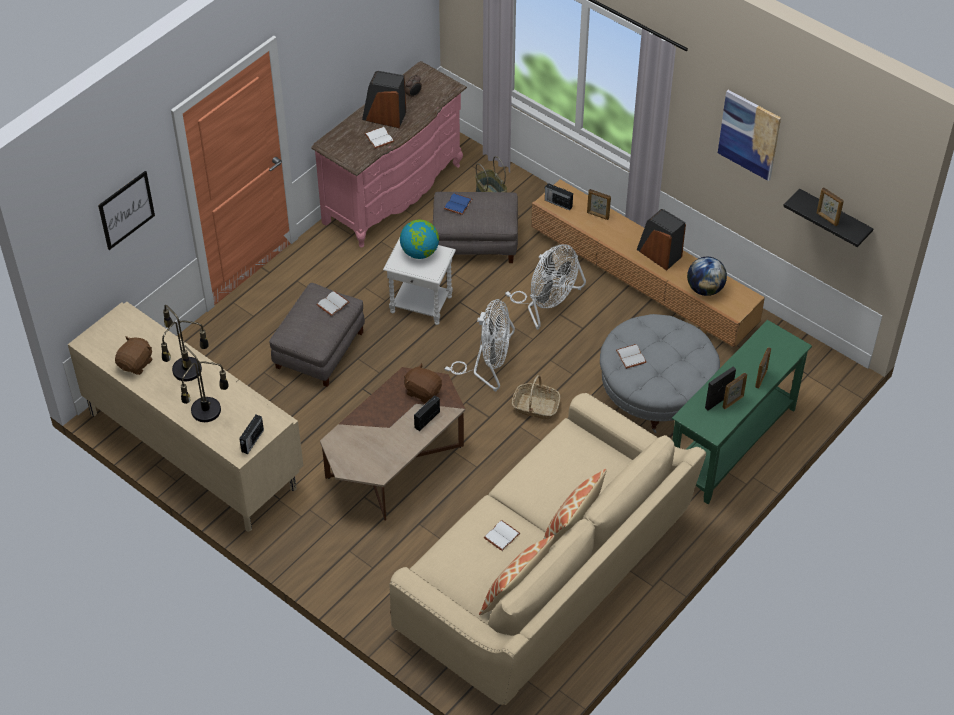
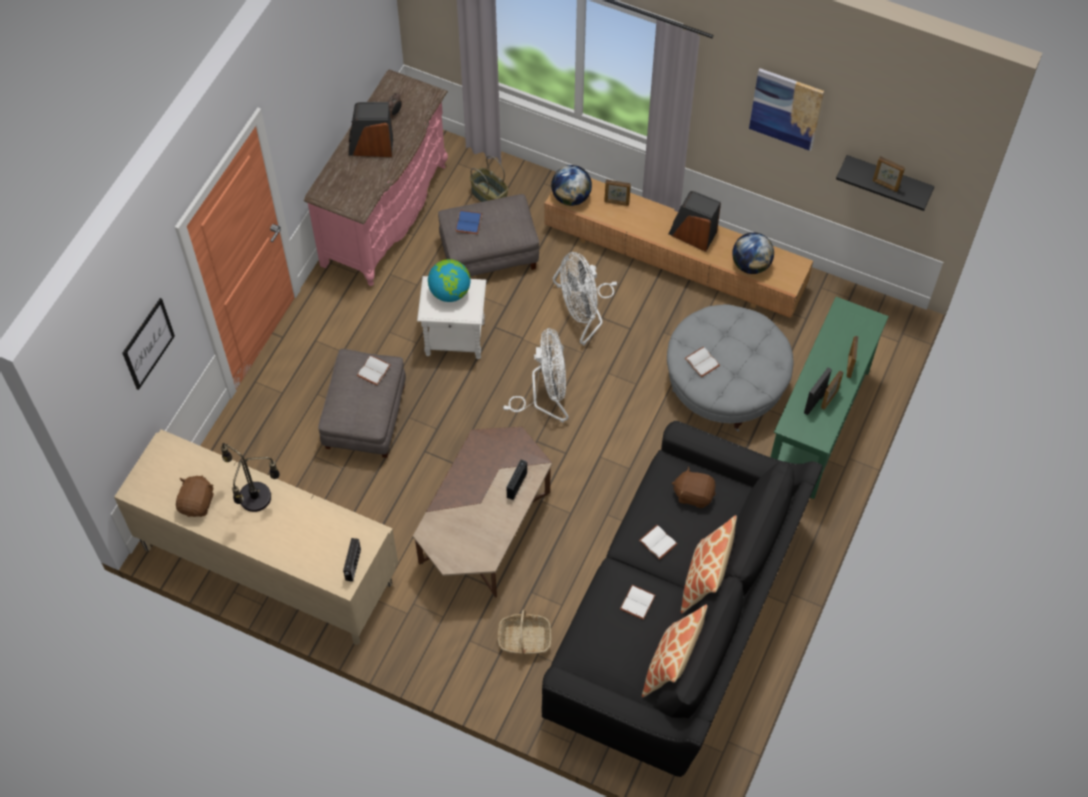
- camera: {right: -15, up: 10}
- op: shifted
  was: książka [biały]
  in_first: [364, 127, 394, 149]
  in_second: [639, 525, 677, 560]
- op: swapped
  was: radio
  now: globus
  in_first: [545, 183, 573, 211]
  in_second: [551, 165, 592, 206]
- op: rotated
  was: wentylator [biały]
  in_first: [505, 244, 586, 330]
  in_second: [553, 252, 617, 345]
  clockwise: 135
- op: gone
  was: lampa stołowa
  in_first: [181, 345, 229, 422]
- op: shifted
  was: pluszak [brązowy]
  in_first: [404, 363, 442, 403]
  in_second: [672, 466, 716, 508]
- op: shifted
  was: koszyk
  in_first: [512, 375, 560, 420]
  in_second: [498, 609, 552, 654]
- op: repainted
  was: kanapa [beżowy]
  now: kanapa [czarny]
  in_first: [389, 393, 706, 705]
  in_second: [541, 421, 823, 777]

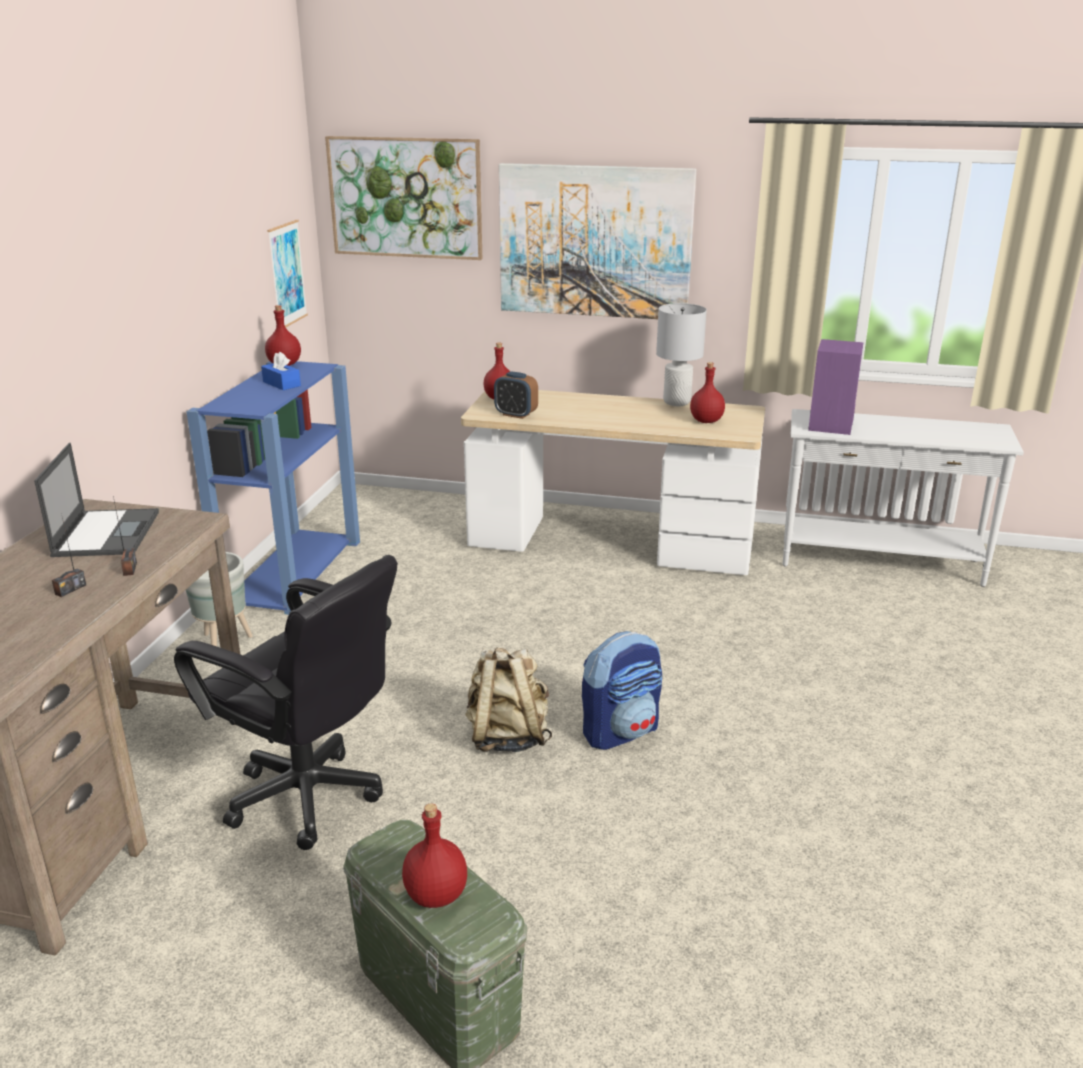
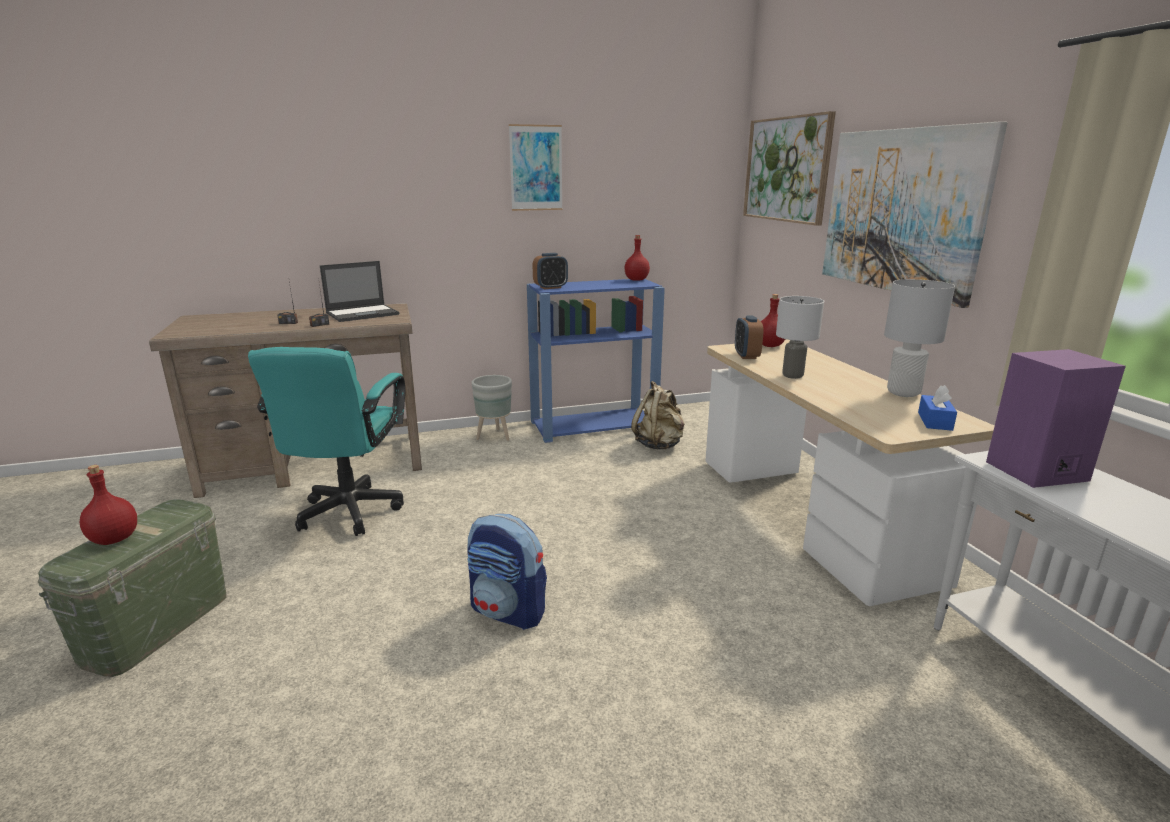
- camera: {right: 60, up: -5}
- op: shifted
  was: obraz
  in_first: [267, 220, 308, 327]
  in_second: [509, 124, 563, 211]
- op: shifted
  was: pudełko chusteczek [niebieski]
  in_first: [261, 352, 301, 390]
  in_second: [918, 385, 957, 431]
- op: gone
  was: butelka [czerwony]
  in_first: [690, 362, 725, 423]
- op: repainted
  was: krzesło biurowe [czarny]
  now: krzesło biurowe [turkusowy]
  in_first: [174, 555, 398, 850]
  in_second: [248, 347, 405, 536]
- op: shifted
  was: plecak [beżowy]
  in_first: [465, 647, 552, 752]
  in_second: [631, 381, 684, 449]
- op: new
  now: budzik
  in_second: [533, 253, 568, 289]
- op: new
  now: lampa stołowa [biały]
  in_second: [776, 296, 824, 379]

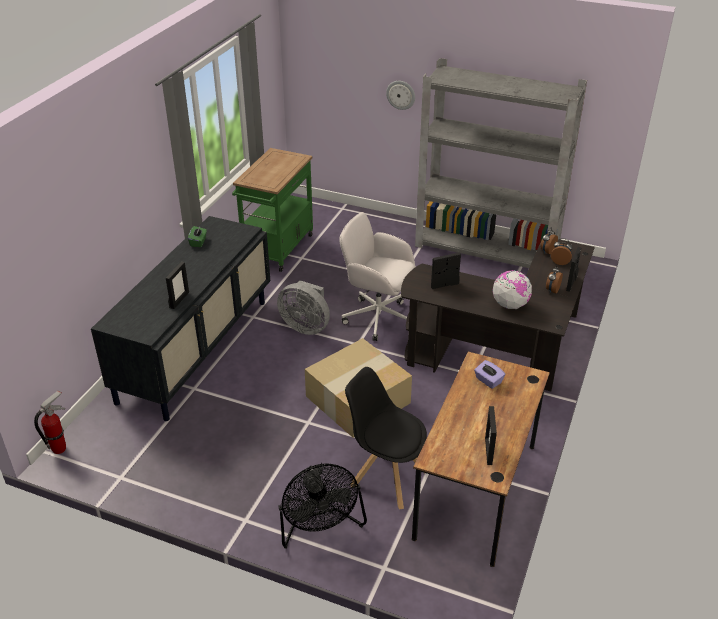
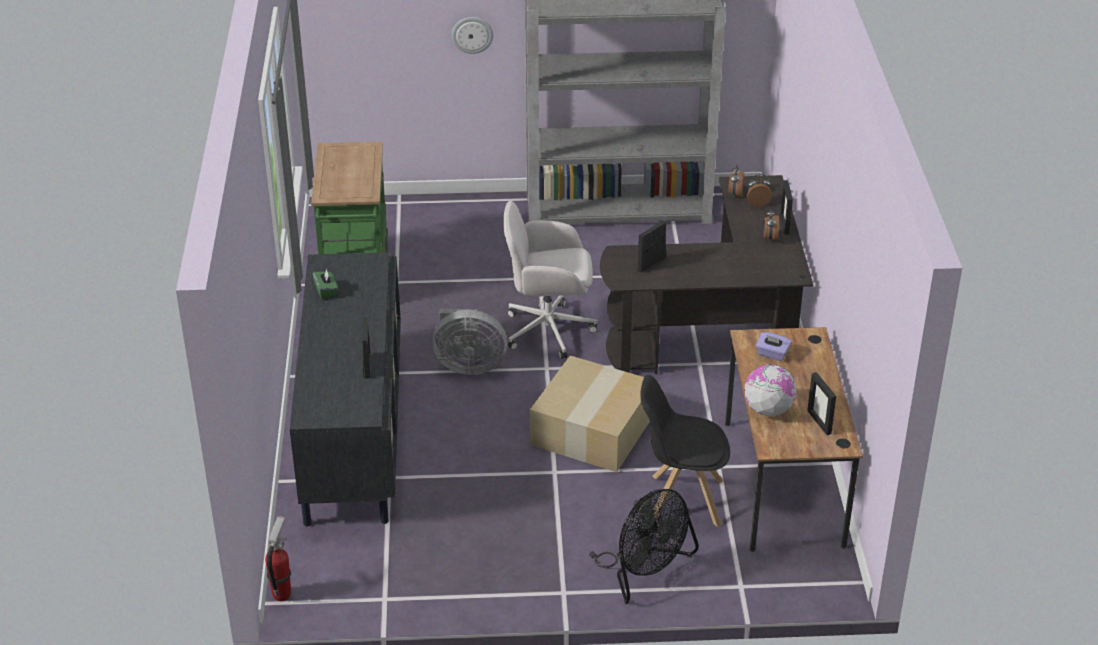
- camera: {right: -25, up: 0}
- op: shifted
  was: globus
  in_first: [493, 270, 532, 309]
  in_second: [744, 364, 797, 416]

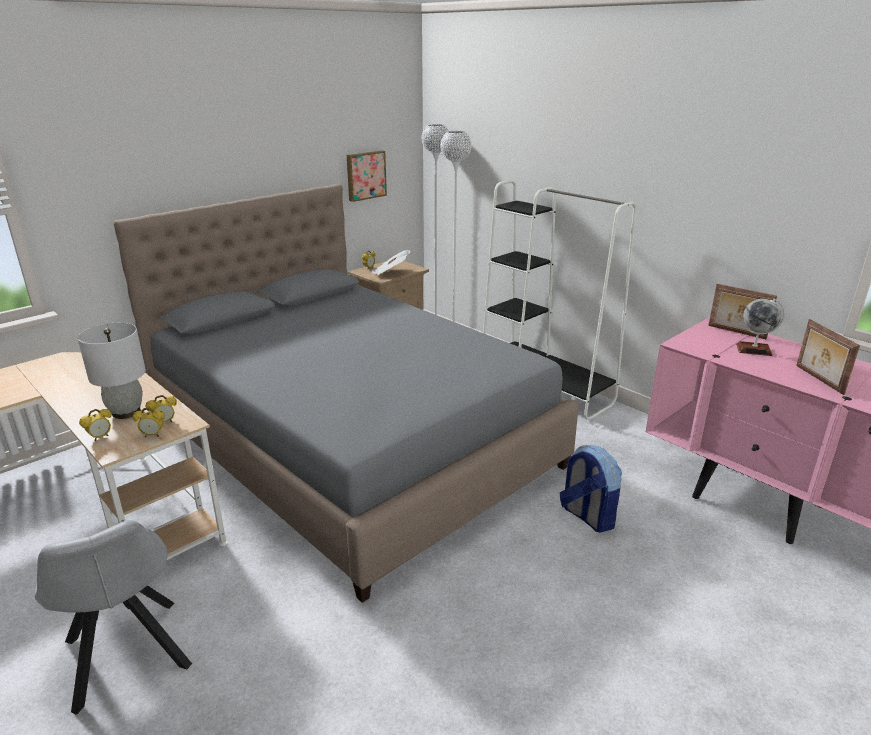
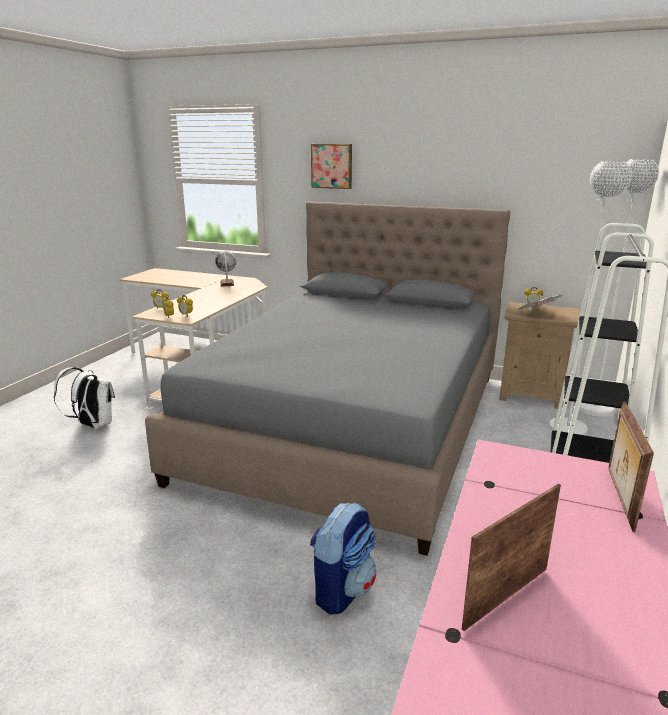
- camera: {right: 65, up: -5}
- op: shifted
  was: obraz
  in_first: [347, 151, 387, 202]
  in_second: [311, 144, 352, 189]
- op: shifted
  was: globus
  in_first: [736, 298, 785, 356]
  in_second: [215, 250, 236, 286]
- op: gone
  was: lampa stołowa [biały]
  in_first: [78, 323, 146, 419]
- op: swapped
  was: krzesło [szary]
  now: plecak [biały]
  in_first: [34, 520, 192, 715]
  in_second: [54, 367, 115, 429]

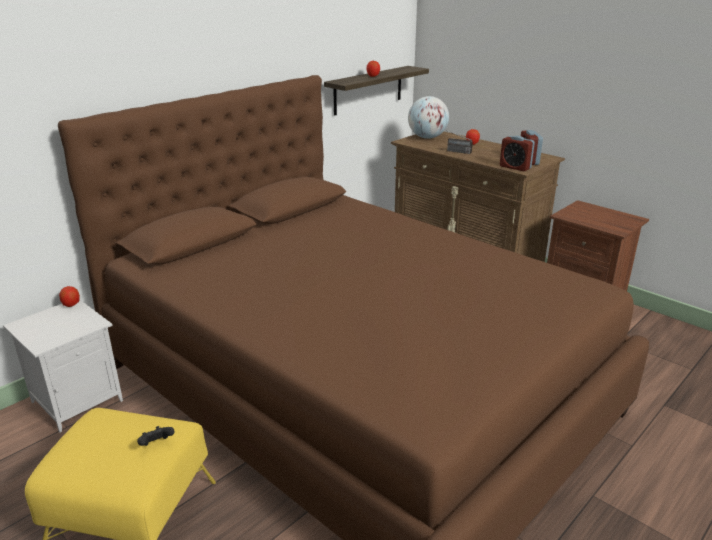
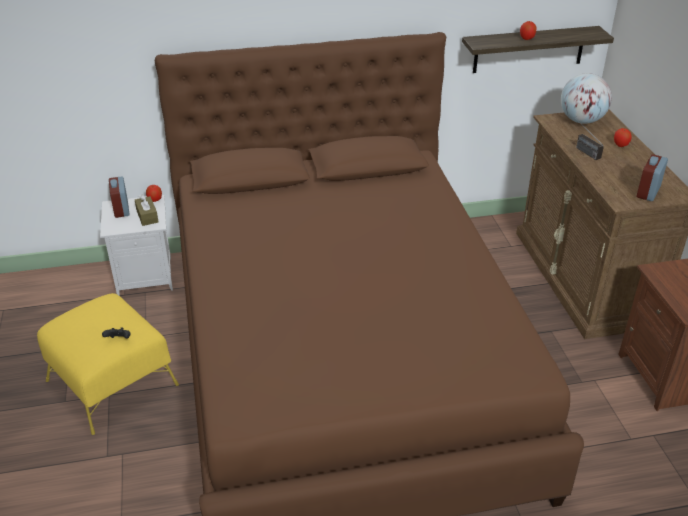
- camera: {right: 35, up: 10}
- op: shifted
  was: budzik
  in_first: [500, 136, 535, 171]
  in_second: [109, 176, 130, 218]
- op: new
  now: pudełko chusteczek [brązowy]
  in_second: [135, 195, 159, 226]

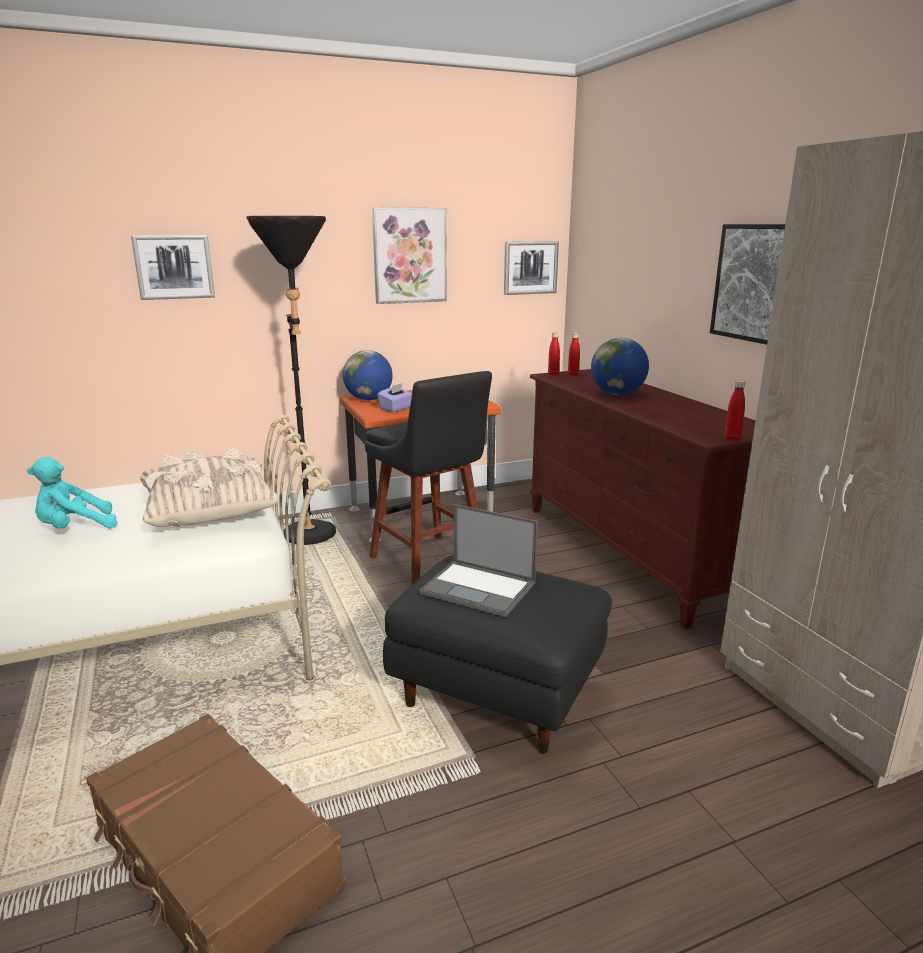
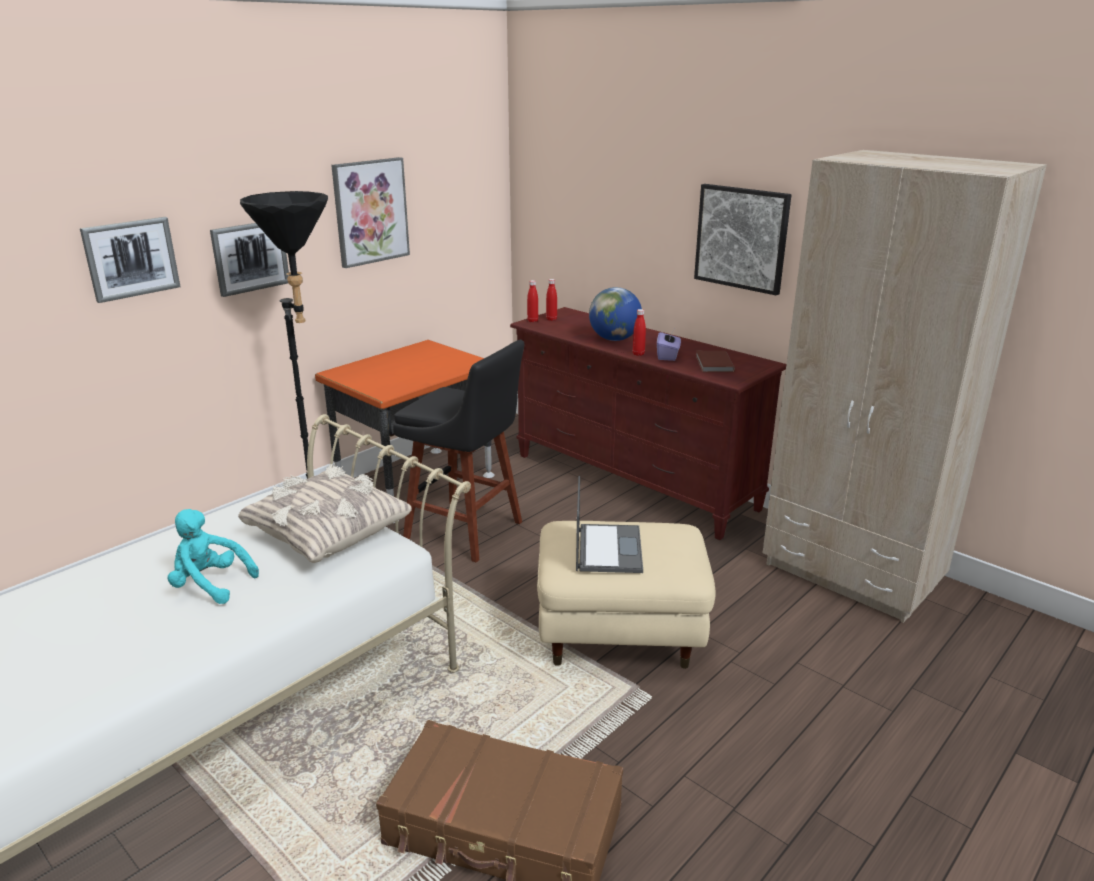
- camera: {right: -25, up: 5}
- op: shifted
  was: obraz
  in_first: [504, 241, 559, 295]
  in_second: [210, 223, 289, 297]
- op: gone
  was: globus
  in_first: [343, 350, 393, 400]
- op: shifted
  was: butelka [czerwony]
  in_first: [724, 381, 745, 441]
  in_second: [633, 309, 646, 356]
- op: shifted
  was: pudełko chusteczek [fioletowy]
  in_first: [377, 383, 412, 412]
  in_second: [657, 329, 681, 361]
- op: rotated
  was: pluszak [turkusowy]
  in_first: [26, 457, 117, 529]
  in_second: [168, 509, 259, 604]
  clockwise: 75
- op: rotated
  was: laptop
  in_first: [419, 504, 538, 617]
  in_second: [576, 476, 643, 573]
  clockwise: -90
- op: repainted
  was: pufa [czarny]
  now: pufa [beżowy]
  in_first: [383, 555, 612, 754]
  in_second: [537, 521, 716, 669]
- op: new
  now: książka [brązowy]
  in_second: [696, 351, 735, 372]

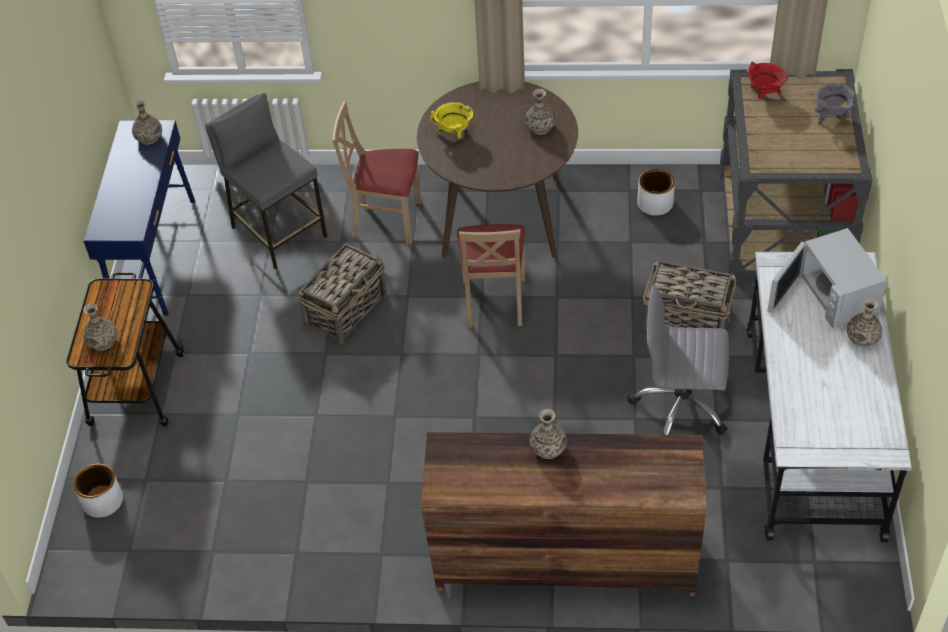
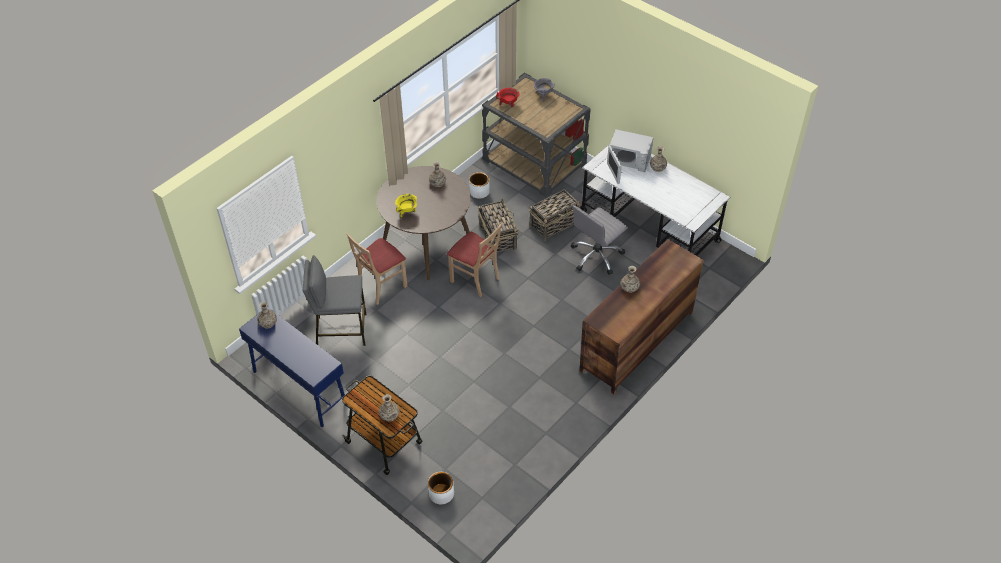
- camera: {right: -55, up: 0}
- op: shifted
  was: koszyk
  in_first: [297, 243, 387, 344]
  in_second: [478, 198, 519, 253]

